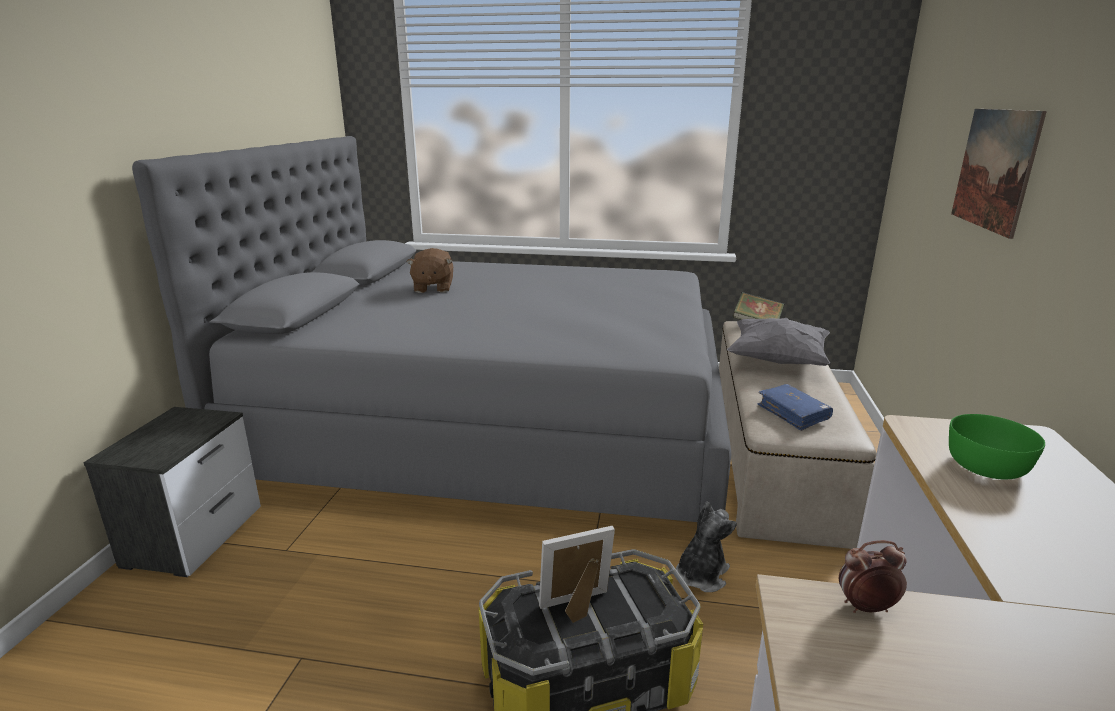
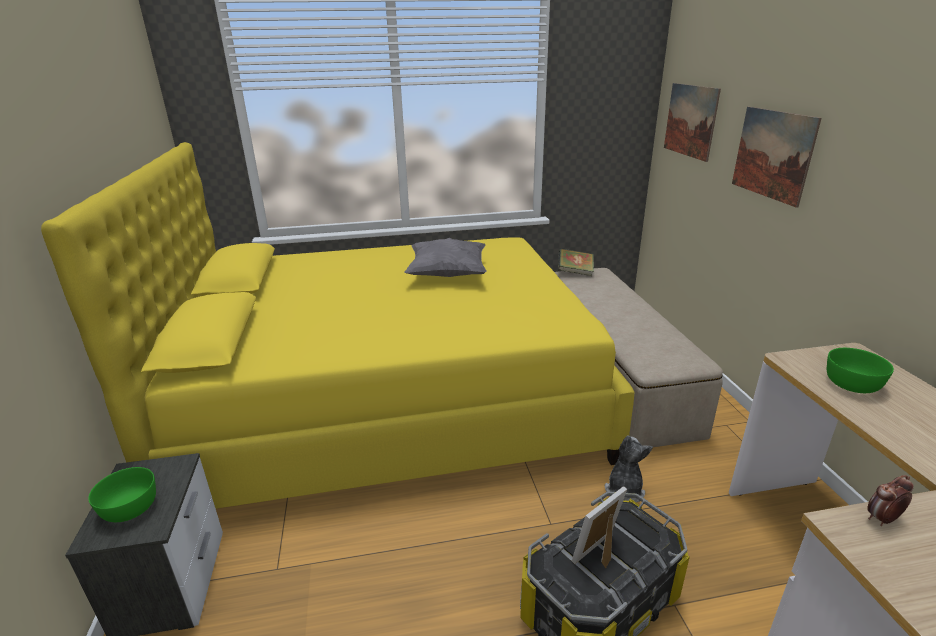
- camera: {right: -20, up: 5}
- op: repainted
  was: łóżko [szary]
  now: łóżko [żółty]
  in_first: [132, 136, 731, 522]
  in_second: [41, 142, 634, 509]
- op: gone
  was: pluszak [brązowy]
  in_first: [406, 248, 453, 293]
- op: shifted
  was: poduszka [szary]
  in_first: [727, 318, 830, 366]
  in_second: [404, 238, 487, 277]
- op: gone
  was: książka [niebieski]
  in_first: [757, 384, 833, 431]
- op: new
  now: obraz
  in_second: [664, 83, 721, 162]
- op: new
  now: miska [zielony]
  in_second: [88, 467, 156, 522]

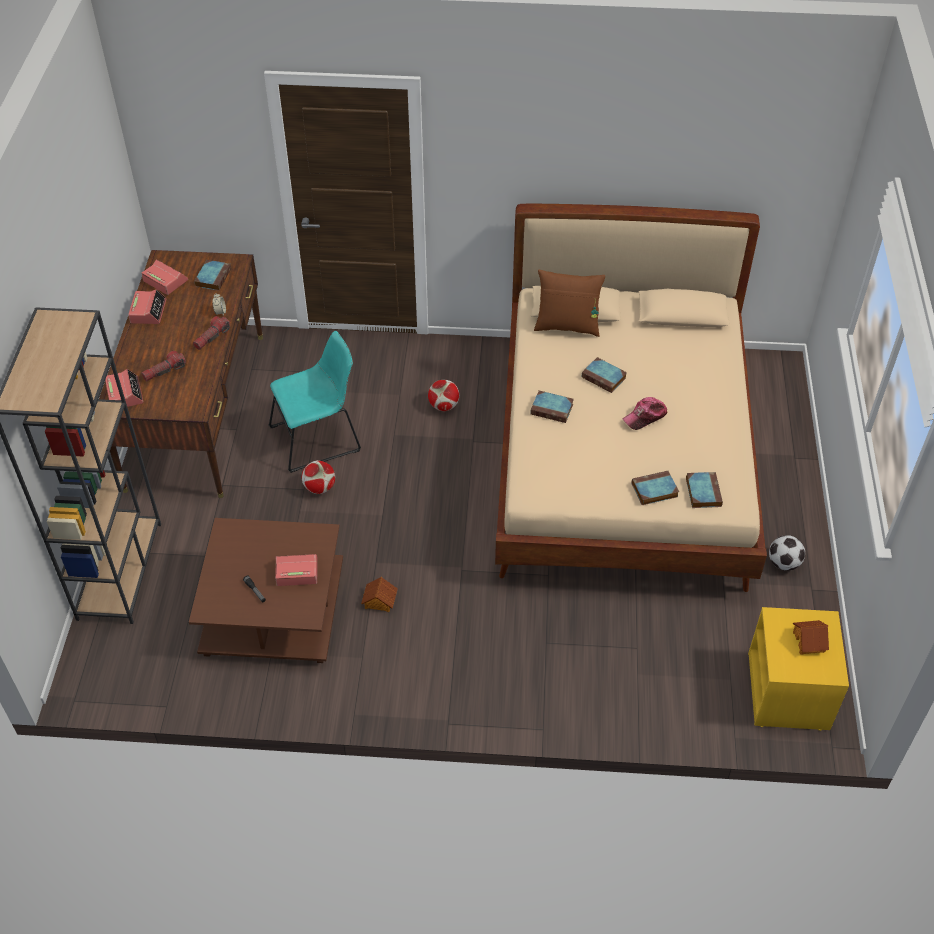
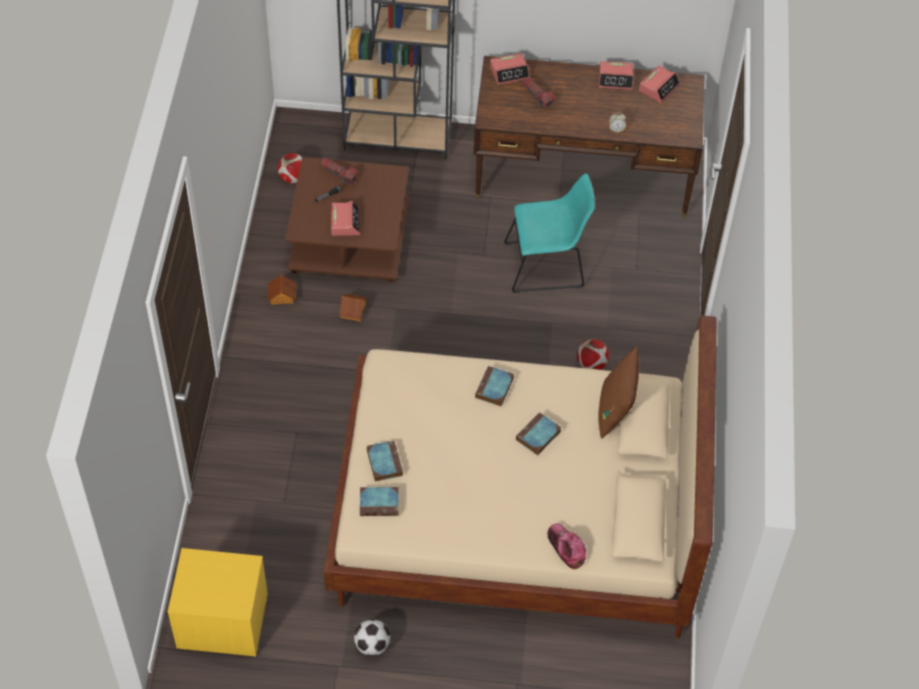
- camera: {right: 90, up: 5}
- op: gone
  was: książka
  in_first: [194, 260, 231, 291]
- op: shifted
  was: latarka
  in_first: [193, 316, 230, 350]
  in_second: [321, 158, 358, 185]
- op: rotated
  was: krzesło [turkusowy]
  in_first: [268, 331, 361, 473]
  in_second: [504, 173, 595, 293]
  clockwise: -75
- op: shifted
  was: czapka z daszkiem
  in_first: [623, 397, 668, 430]
  in_second: [548, 523, 586, 569]
- op: shifted
  was: piłka futbolowa
  in_first: [302, 460, 335, 494]
  in_second: [278, 153, 302, 184]
- op: shifted
  was: domek
  in_first: [793, 620, 829, 655]
  in_second: [268, 275, 296, 305]

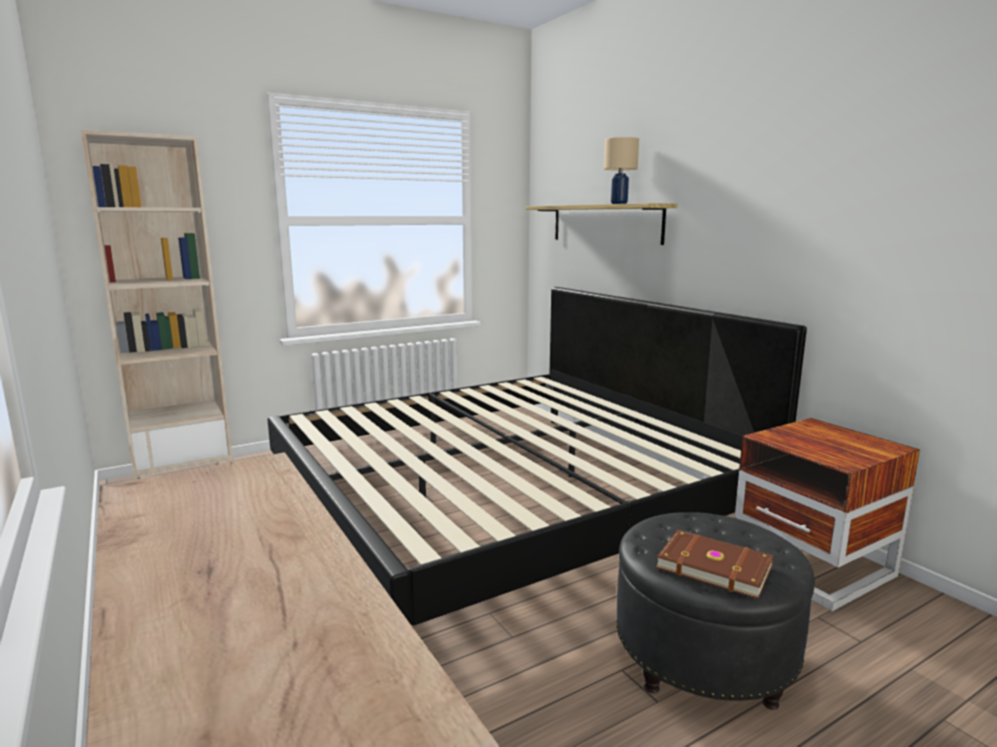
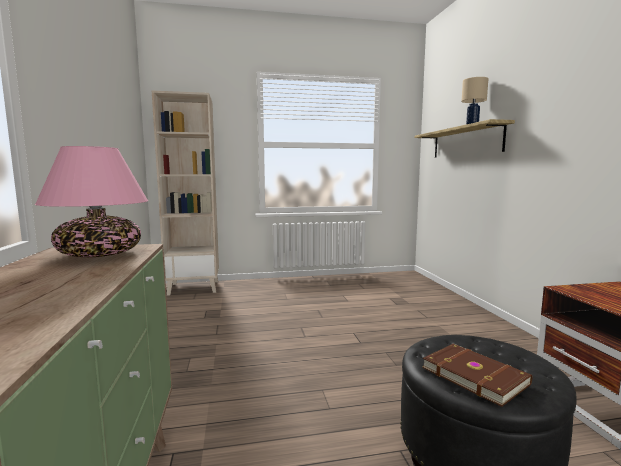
- camera: {right: 20, up: -5}
- op: gone
  was: łóżko
  in_first: [267, 287, 807, 626]
- op: new
  now: lampa stołowa [różowy]
  in_second: [35, 146, 148, 257]

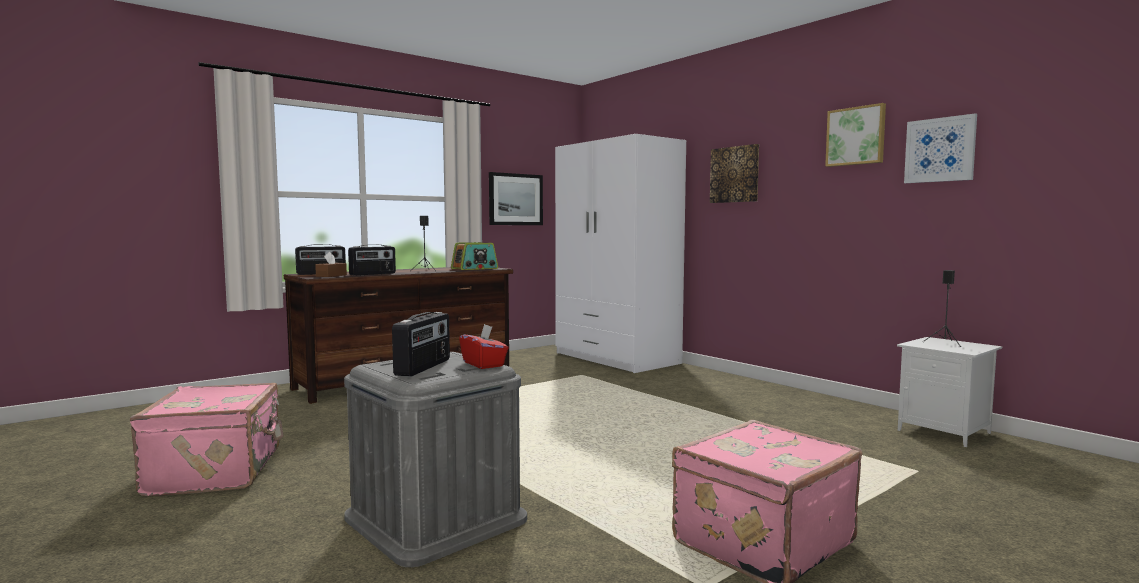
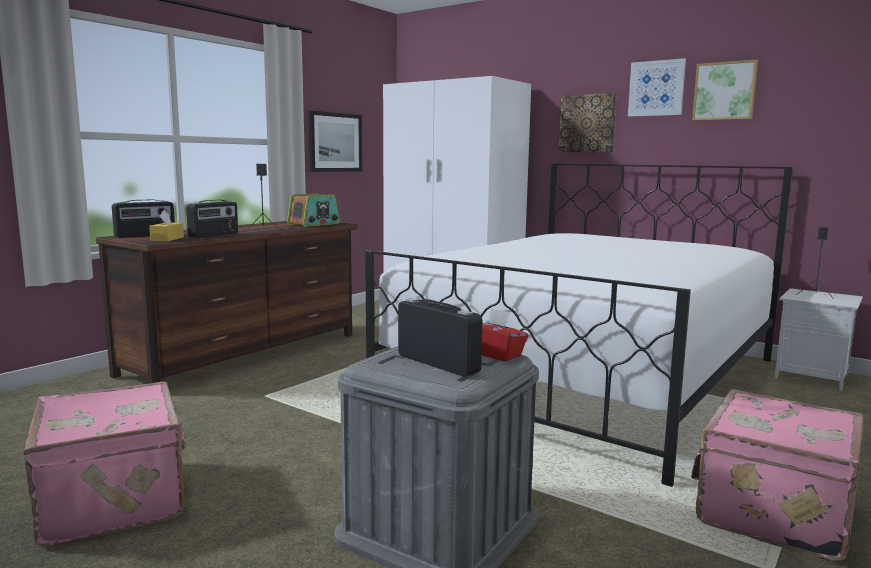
- camera: {right: -15, up: 5}
- op: shifted
  was: obraz
  in_first: [904, 113, 977, 183]
  in_second: [628, 58, 686, 117]
- op: repainted
  was: pudełko chusteczek [brązowy]
  now: pudełko chusteczek [żółty]
  in_first: [315, 252, 347, 277]
  in_second: [149, 210, 184, 241]
- op: rotated
  was: radio
  in_first: [392, 312, 450, 377]
  in_second: [398, 298, 482, 377]
  clockwise: -45
- op: new
  now: łóżko [biały]
  in_second: [365, 164, 793, 487]

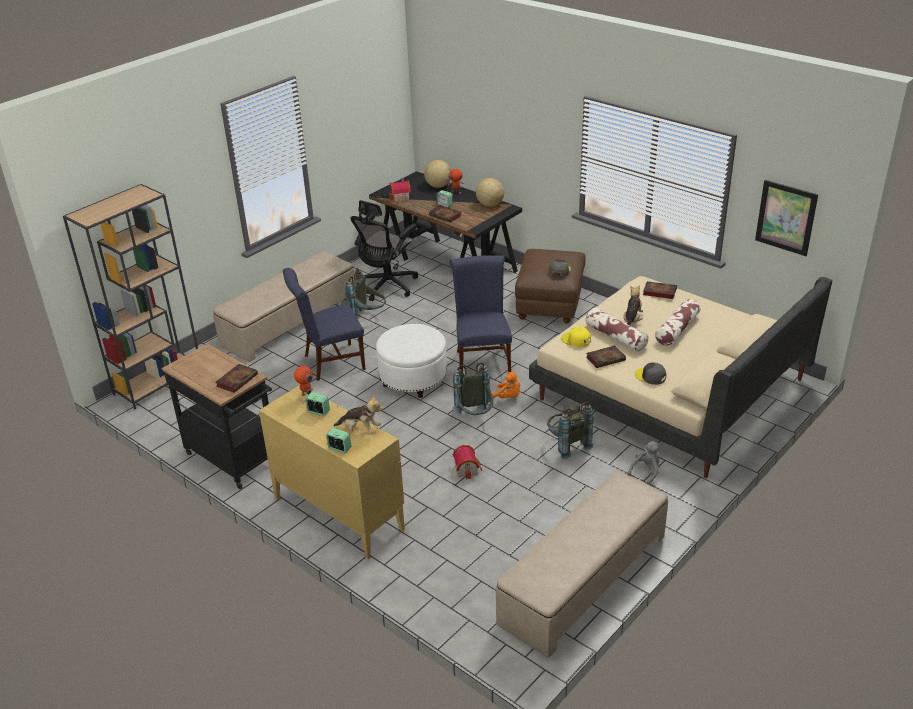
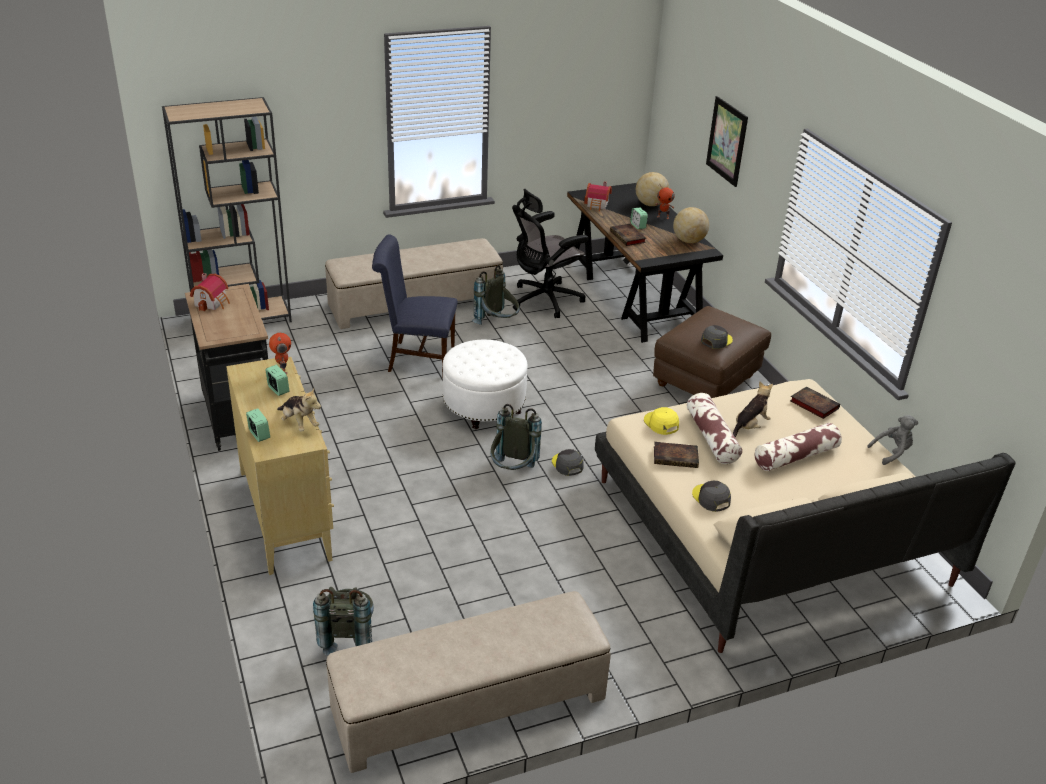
- camera: {right: 25, up: 0}
- op: shifted
  was: obraz
  in_first: [755, 180, 818, 256]
  in_second: [706, 96, 748, 187]
- op: gone
  was: krzesło [niebieski]
  in_first: [449, 256, 512, 372]
- op: gone
  was: książka
  in_first: [215, 364, 258, 393]
- op: swapped
  was: pluszak [pomarańczowy]
  now: czapka z daszkiem [szary]
  in_first: [492, 372, 520, 398]
  in_second: [552, 449, 584, 476]
- op: shifted
  was: plecak [szary]
  in_first: [547, 402, 594, 459]
  in_second: [313, 587, 374, 655]
- op: shifted
  was: pluszak [szary]
  in_first: [627, 441, 660, 485]
  in_second: [867, 415, 918, 465]
- op: shifted
  was: domek
  in_first: [453, 445, 482, 480]
  in_second: [190, 273, 230, 311]

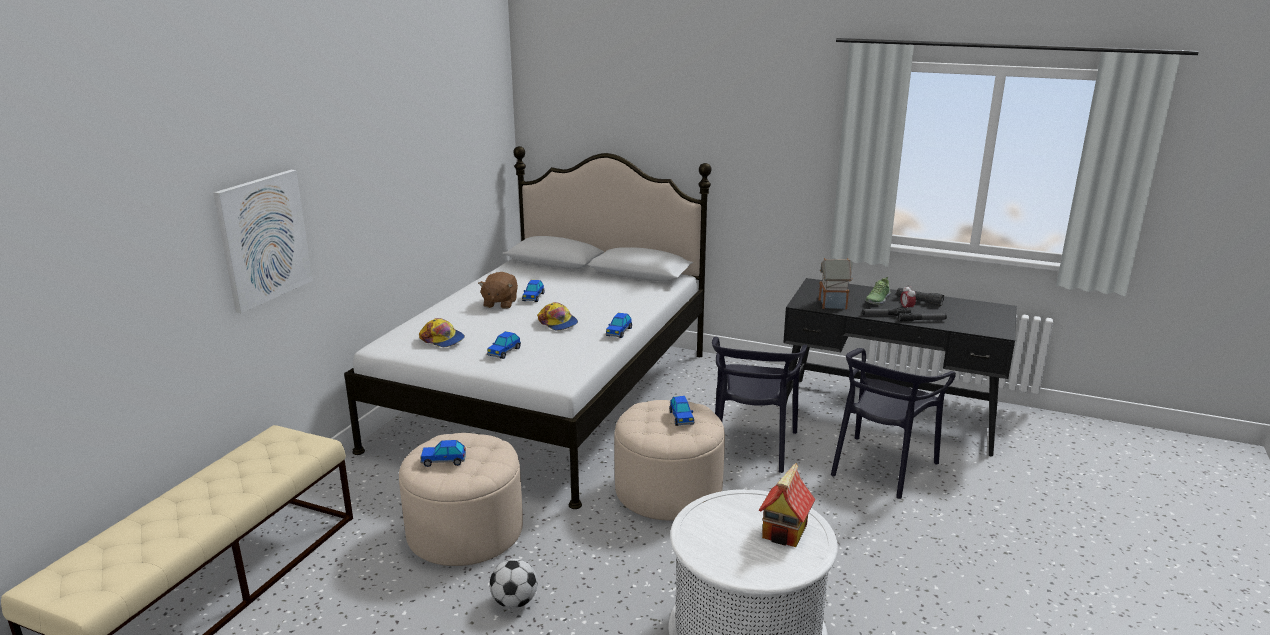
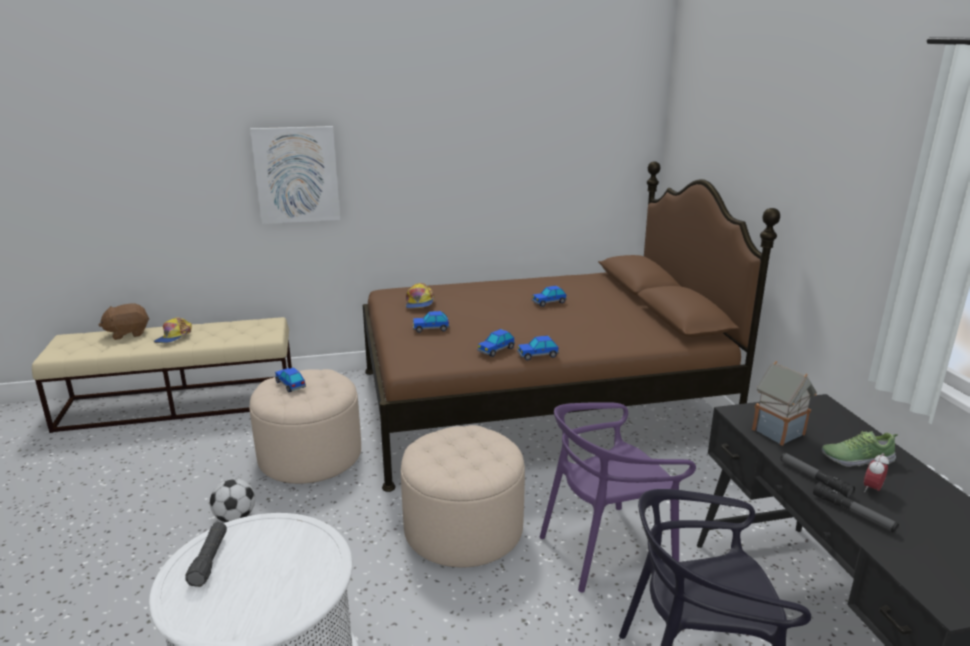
- camera: {right: 55, up: 0}
- op: repainted
  was: łóżko [biały]
  now: łóżko [brązowy]
  in_first: [344, 146, 711, 509]
  in_second: [363, 161, 780, 492]
- op: shifted
  was: pluszak [brązowy]
  in_first: [478, 272, 518, 309]
  in_second: [98, 304, 149, 340]
- op: shifted
  was: latarka [czarny]
  in_first: [896, 288, 944, 306]
  in_second: [185, 522, 227, 587]
- op: shifted
  was: czapka z daszkiem
  in_first: [537, 302, 578, 330]
  in_second: [154, 318, 192, 343]
- op: repainted
  was: krzesło [czarny]
  now: krzesło [fioletowy]
  in_first: [712, 337, 807, 473]
  in_second: [540, 402, 696, 592]
- op: shifted
  was: samochodzik
  in_first: [669, 396, 694, 426]
  in_second: [477, 329, 515, 357]
- op: gone
  was: domek
  in_first: [758, 463, 815, 547]

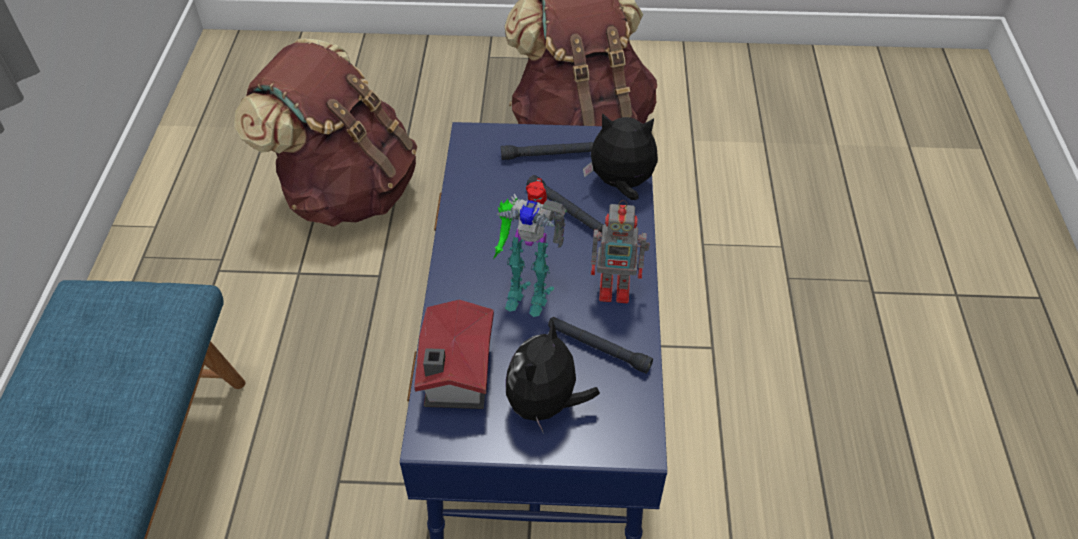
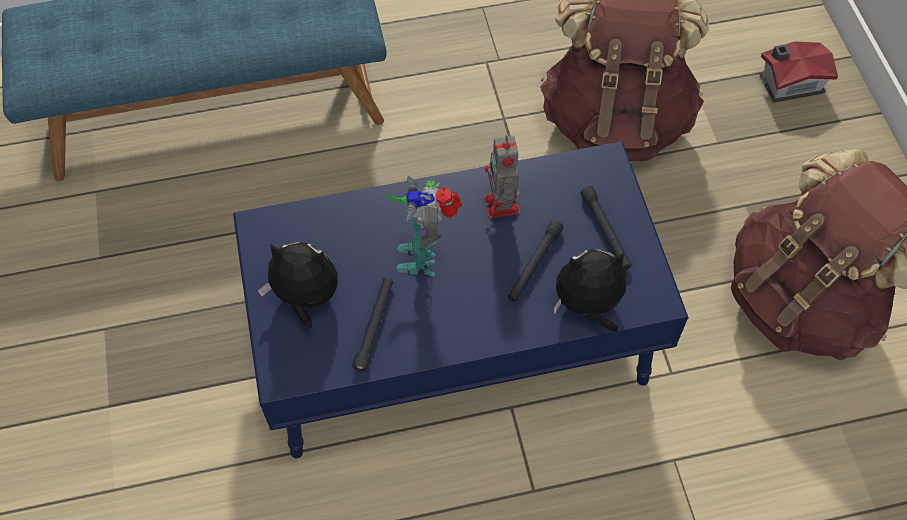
- camera: {right: 75, up: 10}
- op: rotated
  was: pluszak
  in_first: [583, 113, 658, 200]
  in_second: [554, 249, 626, 332]
  clockwise: -90
- op: shifted
  was: robot zabawkowy
  in_first: [591, 200, 650, 303]
  in_second: [484, 135, 520, 218]
- op: shifted
  was: domek
  in_first: [414, 300, 494, 409]
  in_second: [759, 41, 838, 103]

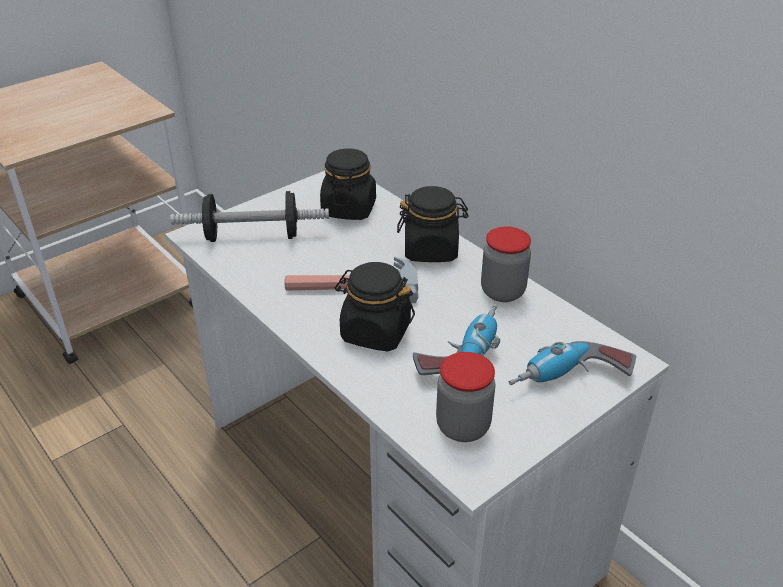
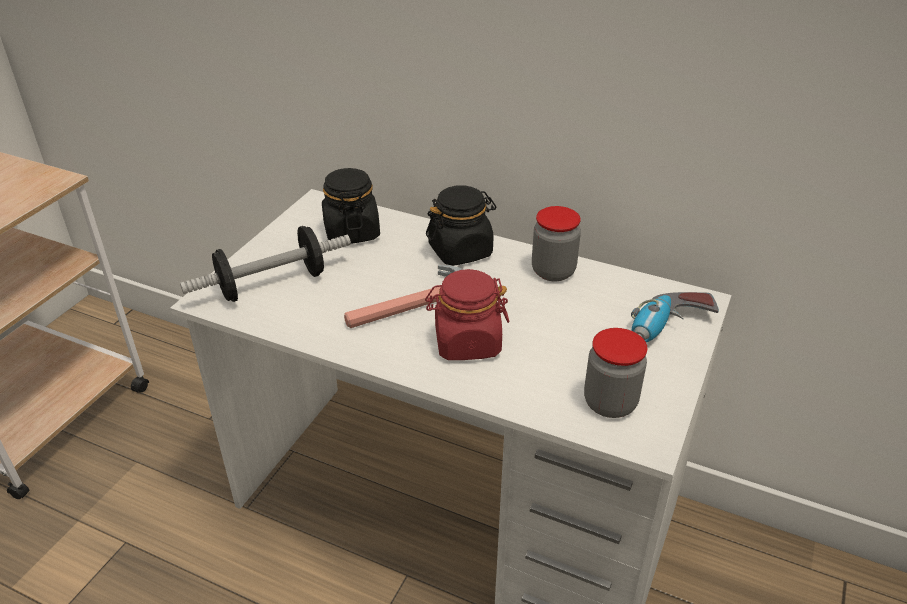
- camera: {right: -25, up: 0}
- op: repainted
  was: słoik [czarny]
  now: słoik [czerwony]
  in_first: [335, 262, 415, 352]
  in_second: [425, 269, 509, 360]
- op: gone
  was: wiertarka
  in_first: [413, 304, 500, 375]

